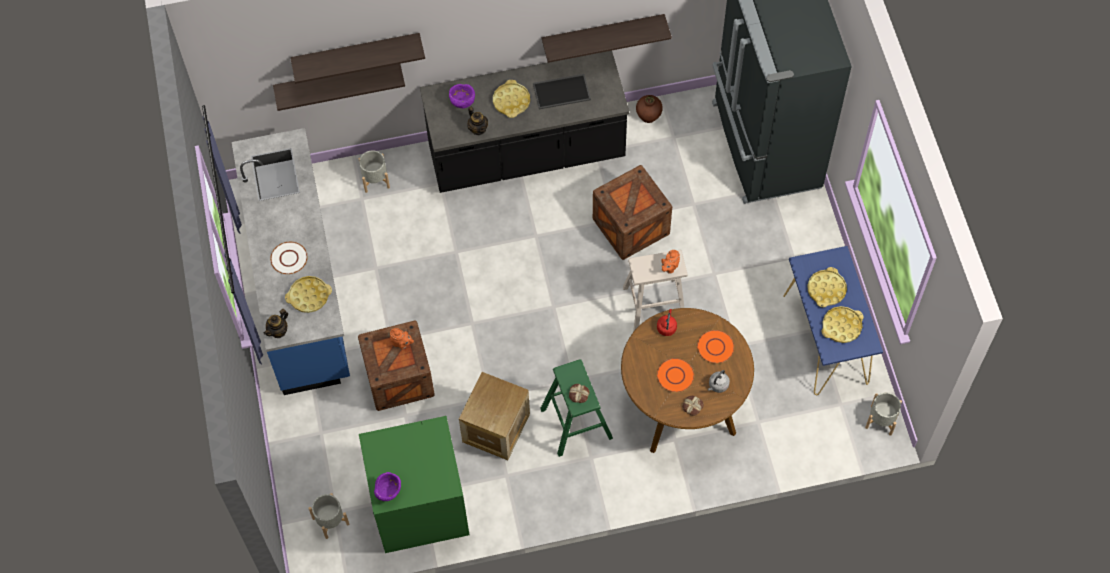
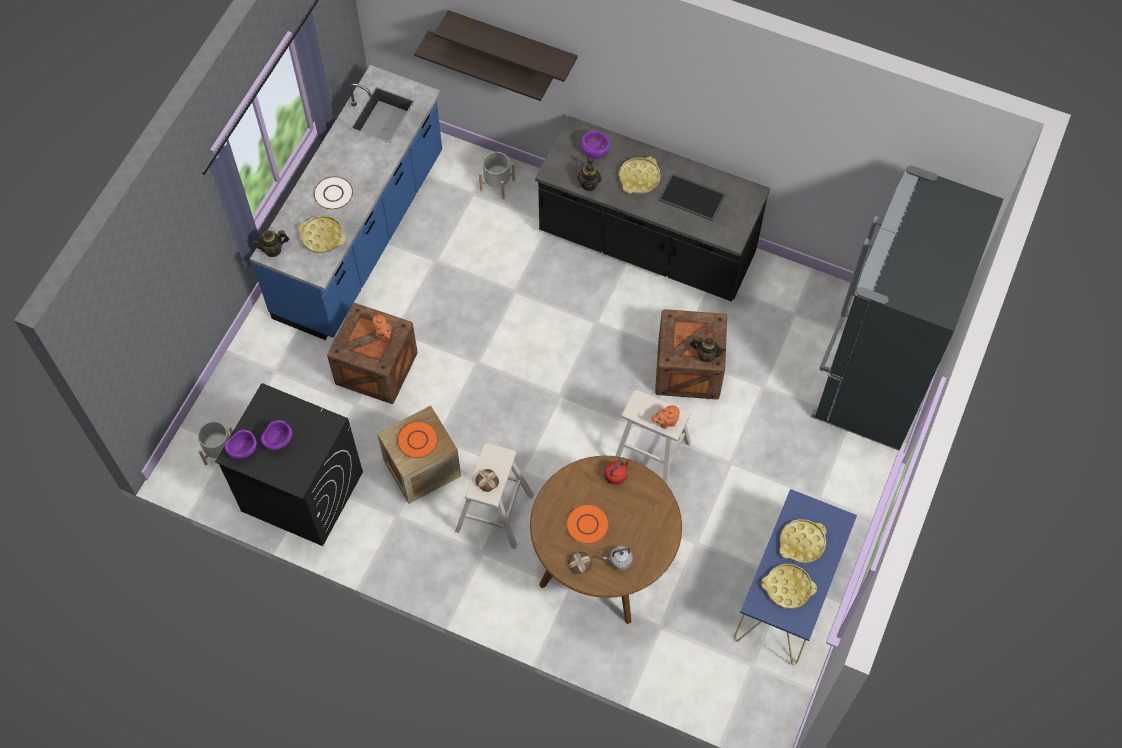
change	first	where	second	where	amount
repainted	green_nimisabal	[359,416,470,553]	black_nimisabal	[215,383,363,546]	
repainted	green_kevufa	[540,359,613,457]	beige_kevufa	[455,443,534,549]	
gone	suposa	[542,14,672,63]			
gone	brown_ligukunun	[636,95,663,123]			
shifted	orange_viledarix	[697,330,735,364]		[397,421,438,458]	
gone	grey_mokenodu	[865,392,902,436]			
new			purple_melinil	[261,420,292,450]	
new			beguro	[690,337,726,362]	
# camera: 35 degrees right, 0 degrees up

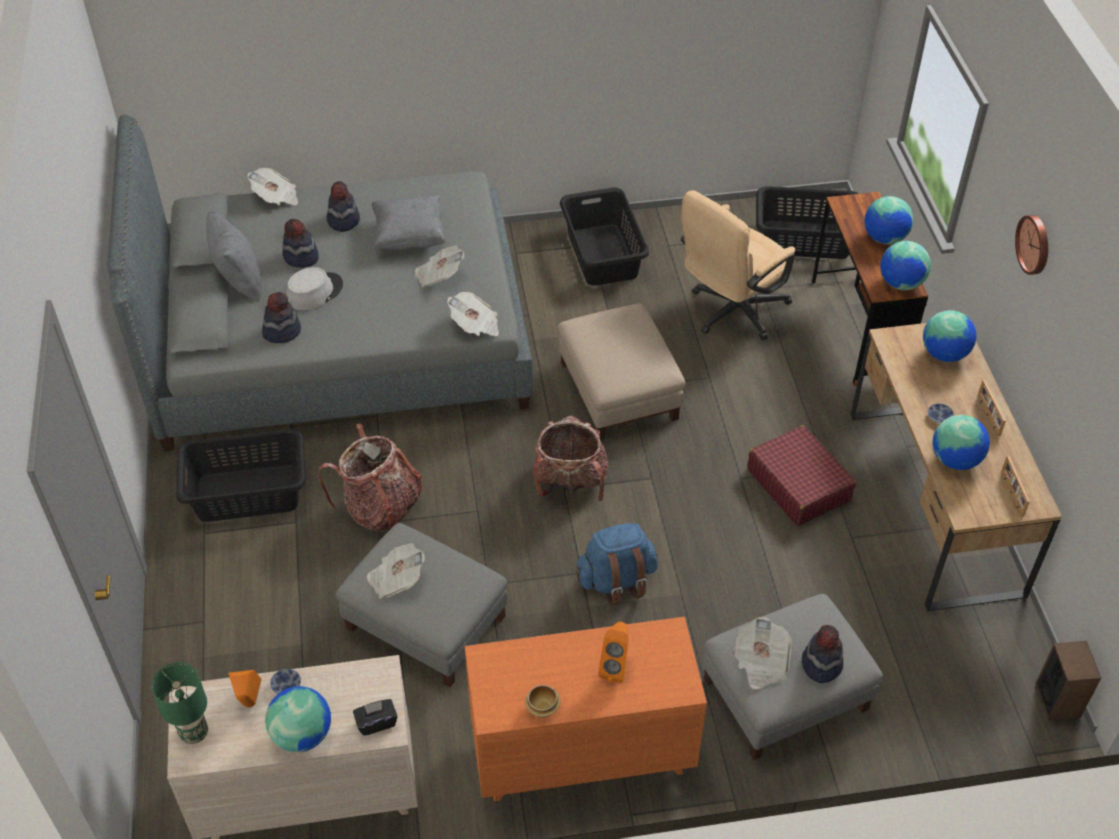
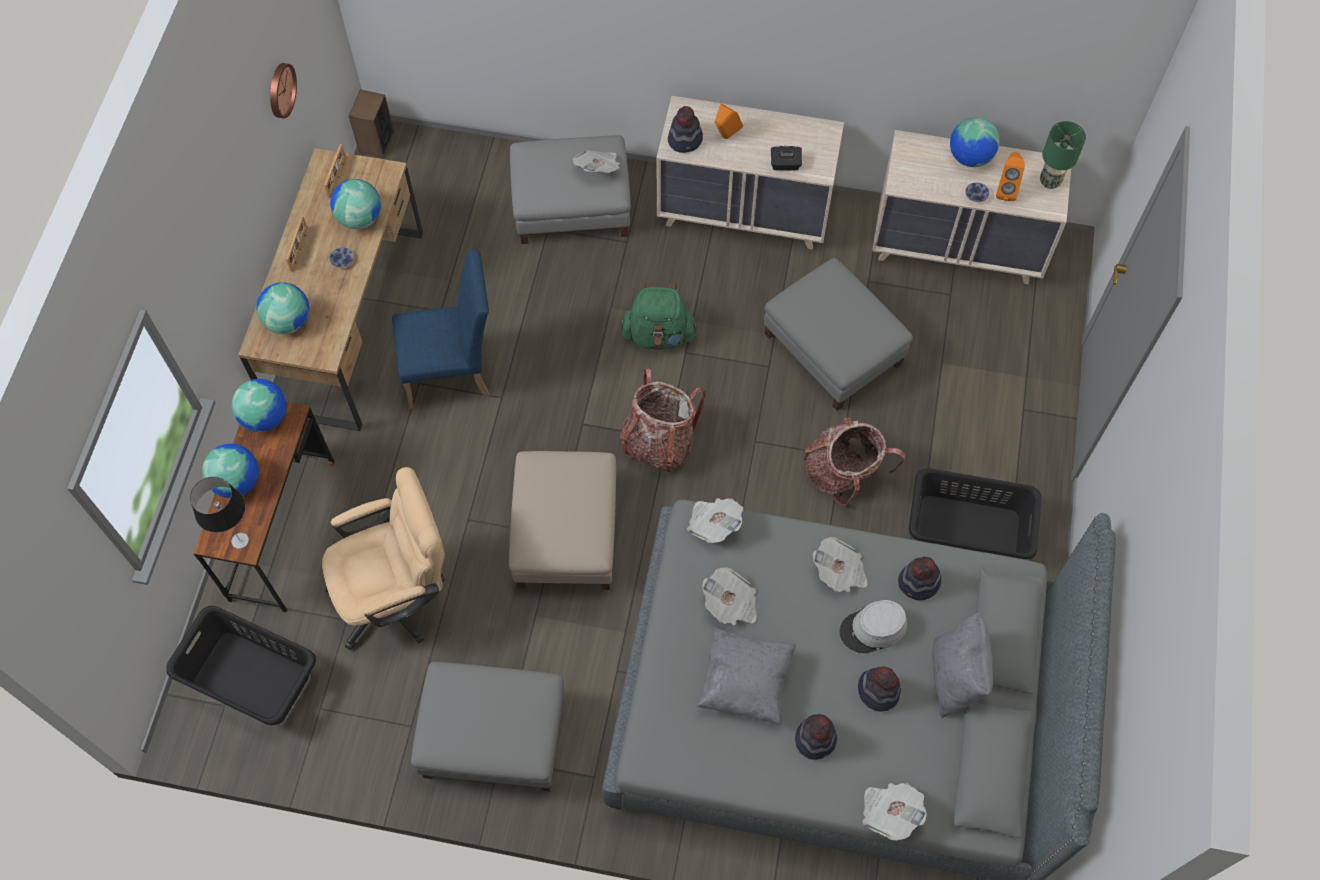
change	first	where	second	where	amount
shifted	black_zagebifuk	[353,699,398,736]		[771,146,802,171]	
shifted	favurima	[367,543,425,599]		[813,537,868,593]	
repainted	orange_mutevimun	[465,617,707,802]	beige_mutevimun	[656,96,844,250]	
gone	melinil	[525,685,561,718]			
swapped	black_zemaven	[560,188,649,286]	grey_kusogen	[411,662,564,791]	
repainted	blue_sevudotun	[575,523,658,606]	green_sevudotun	[621,282,698,350]	
swapped	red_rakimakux	[747,425,856,526]	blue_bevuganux	[392,250,489,409]	
shifted	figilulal	[802,625,843,683]		[668,106,703,153]	
shifted	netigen	[1015,215,1048,275]		[270,63,297,119]	
new			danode	[190,477,249,549]	
# camera: 160 degrees left, 15 degrees up

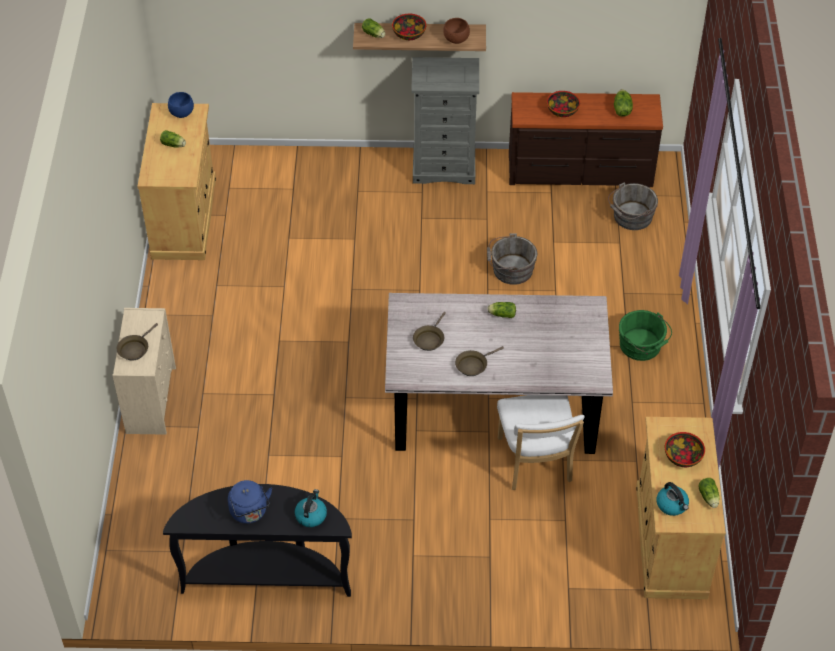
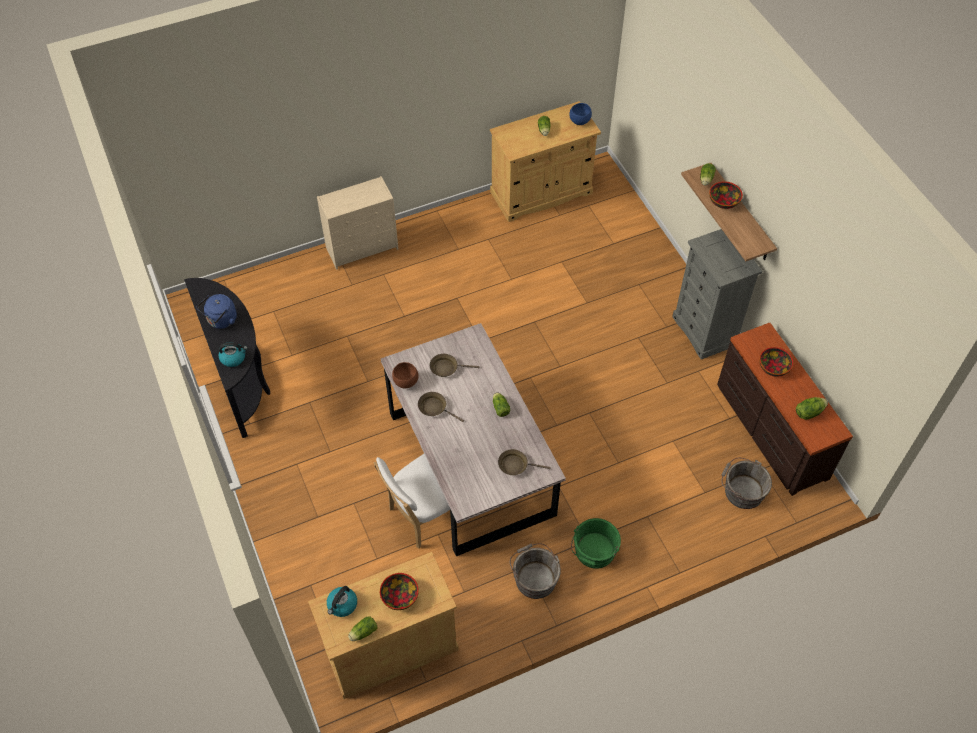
change	first	where	second	where	amount
shifted	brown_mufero	[117,323,158,360]		[498,449,550,475]	
shifted	brown_melinil	[443,18,470,44]		[392,362,418,388]	
shifted	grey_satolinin	[487,233,537,285]		[510,543,561,599]	
# camera: 65 degrees right, 5 degrees up

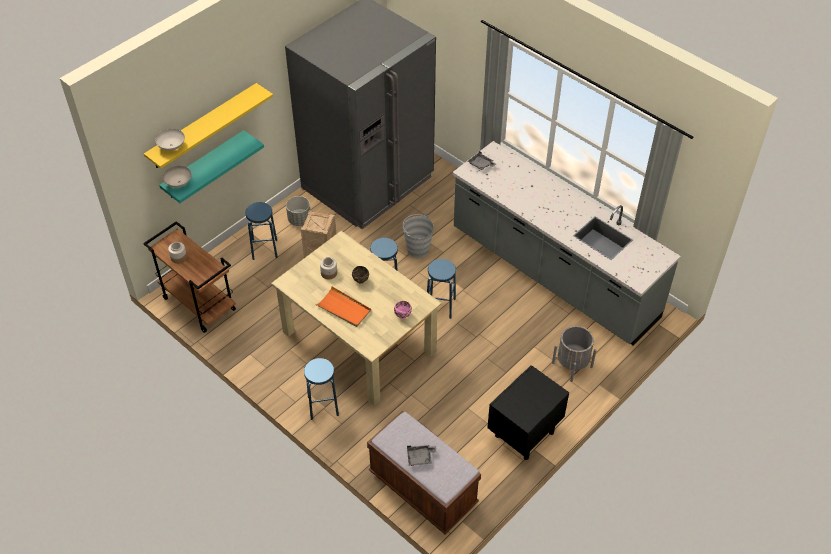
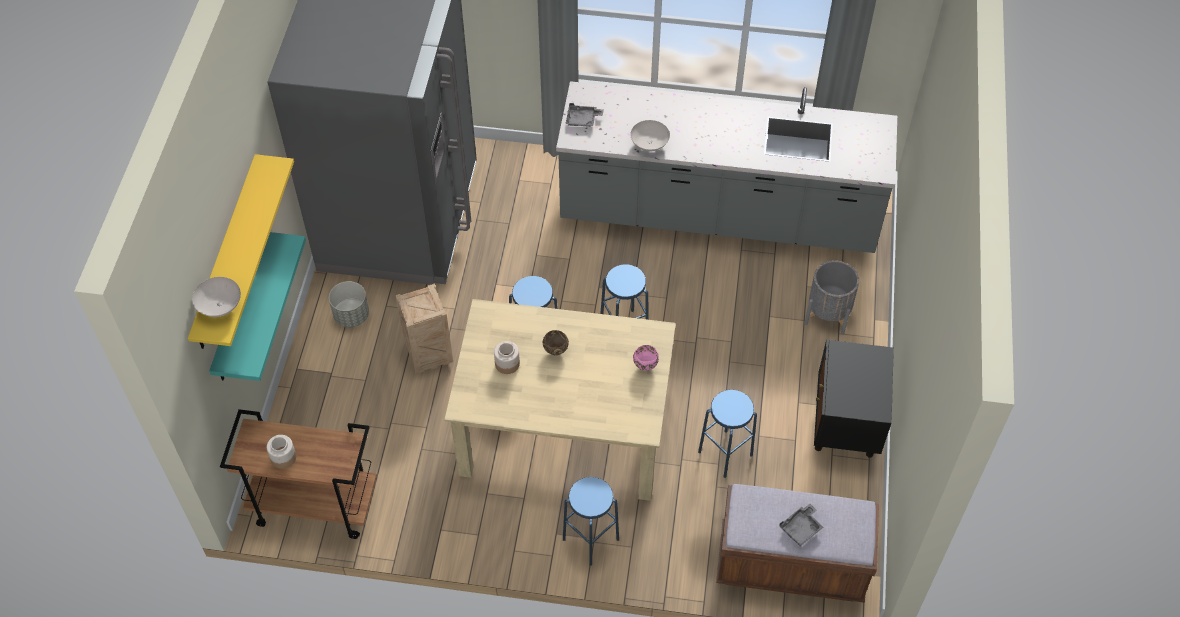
change	first	where	second	where	amount
shifted	white_melinil	[163,166,191,188]		[630,120,670,152]	
shifted	blue_kevufa	[245,202,278,260]		[698,390,757,478]	
gone	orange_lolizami	[315,286,371,327]			
gone	grey_satolinin	[403,214,434,258]			
# camera: 35 degrees left, 5 degrees up

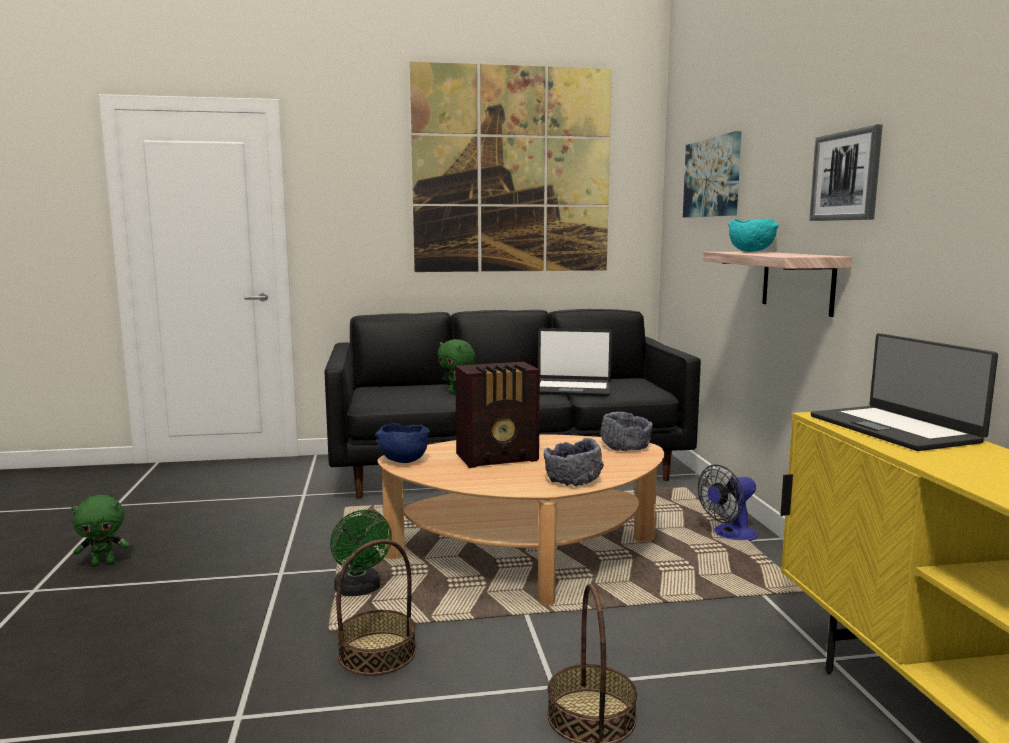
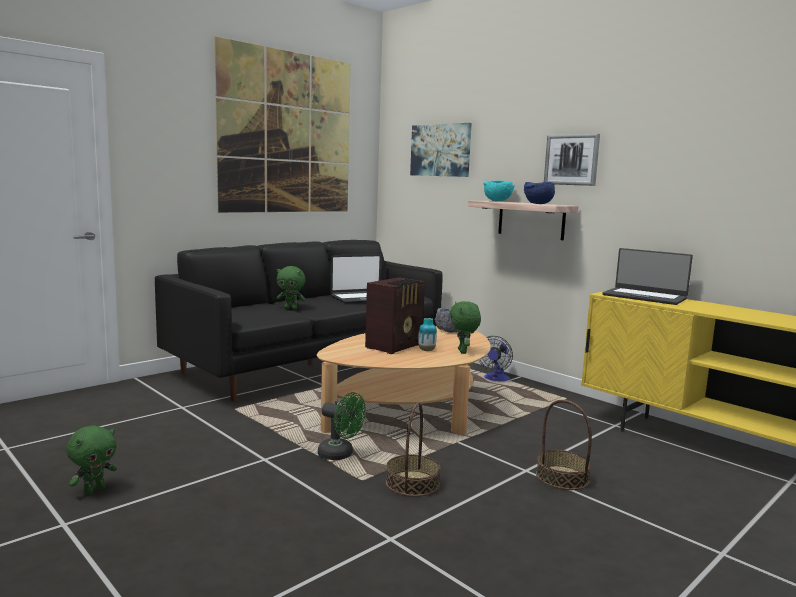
change	first	where	second	where	amount
shifted	blue_melinil	[375,423,429,463]		[524,182,555,204]	
swapped	grey_melinil	[544,438,604,487]	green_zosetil	[450,301,481,354]	
new			ligukunun	[418,318,437,351]	
# camera: 35 degrees left, 0 degrees up

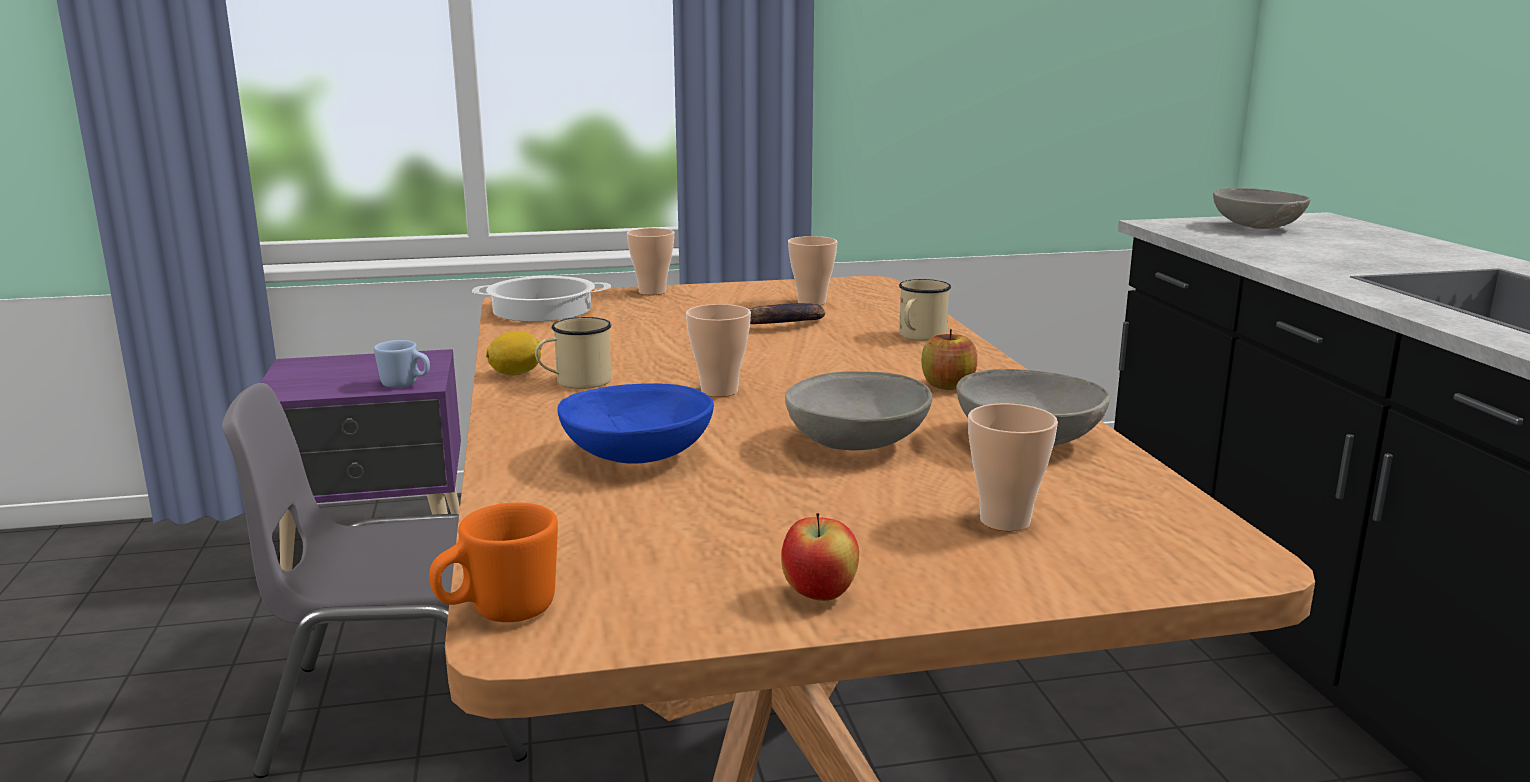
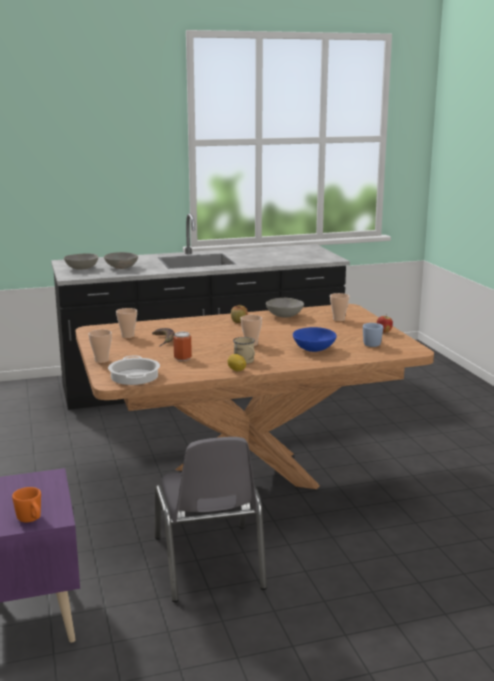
change	first	where	second	where	amount
shifted	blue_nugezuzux	[374,340,430,388]		[363,323,383,347]	
shifted	orange_nugezuzux	[429,503,558,622]		[12,487,41,523]	
shifted	grey_melinil	[785,371,933,450]		[104,252,138,269]	
gone	beige_nugezuzux	[899,279,951,341]			
new			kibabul	[173,332,192,361]	
# camera: 95 degrees left, 0 degrees up

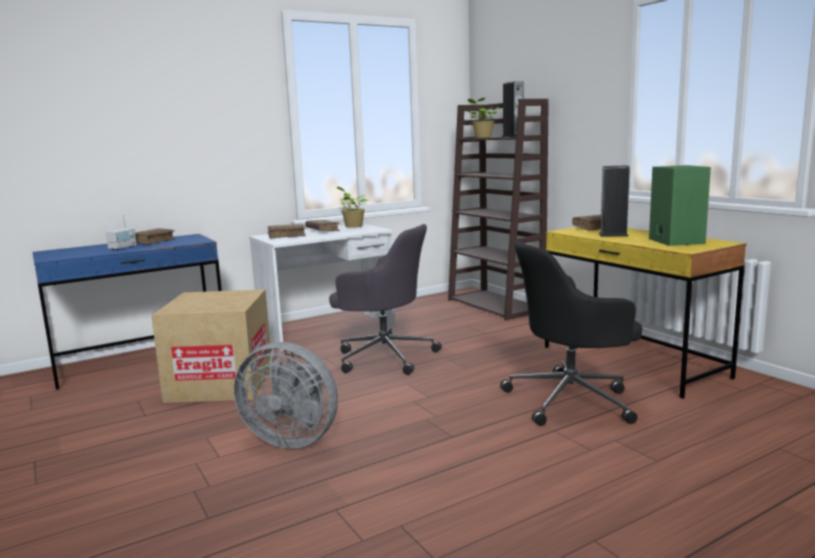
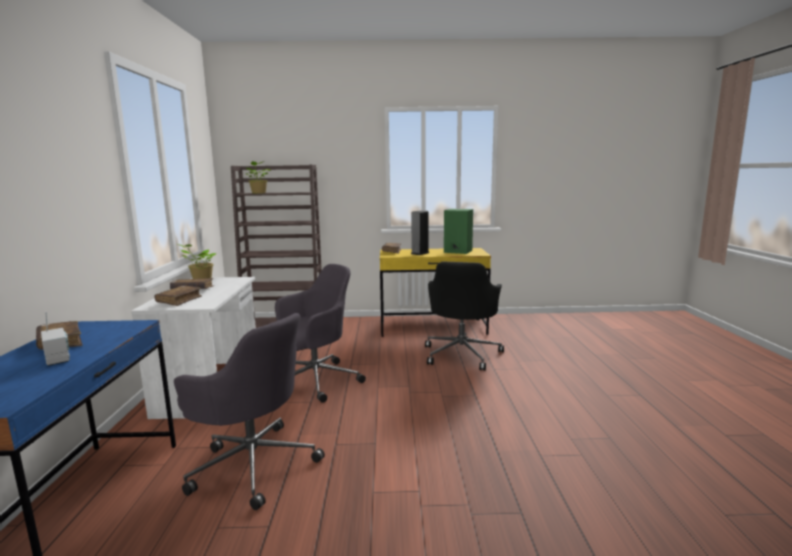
change	first	where	second	where	amount
swapped	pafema	[151,289,271,403]	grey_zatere	[174,313,325,510]	
gone	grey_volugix	[234,342,338,448]			
gone	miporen	[502,81,525,137]			
# camera: 60 degrees left, 0 degrees up

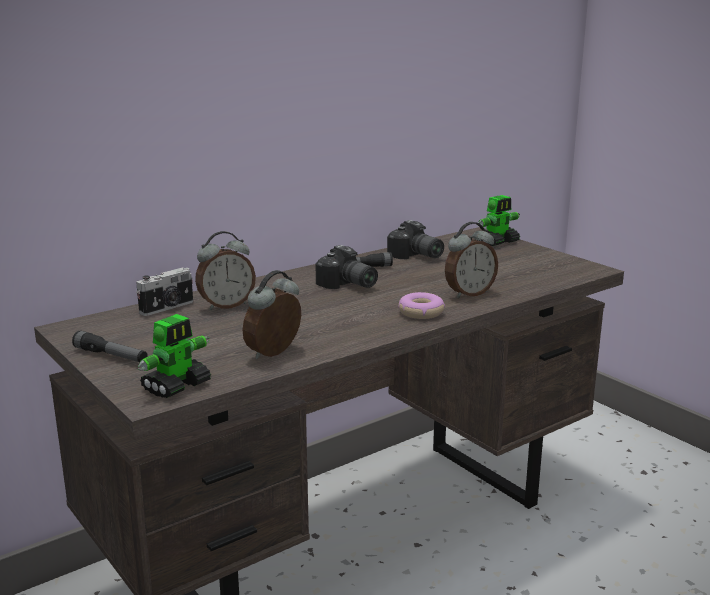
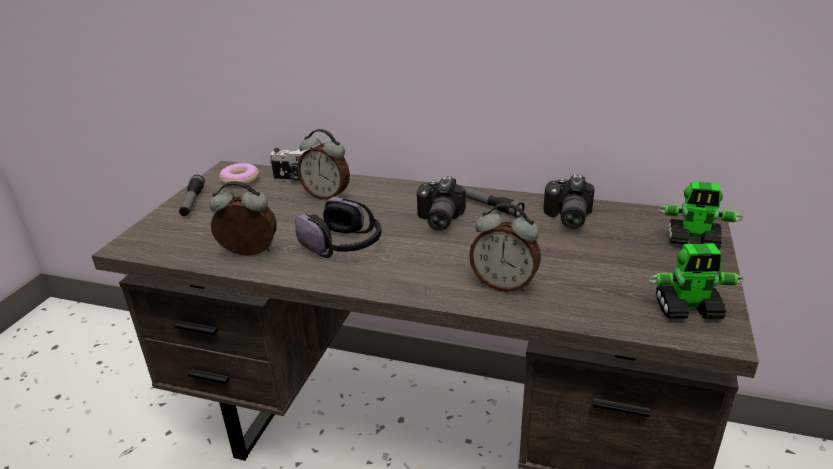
change	first	where	second	where	amount
shifted	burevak	[138,314,211,398]		[648,243,744,319]	
shifted	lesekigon	[398,292,445,319]		[219,163,259,187]	
new			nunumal	[295,197,381,258]	
# camera: 55 degrees right, 10 degrees up

